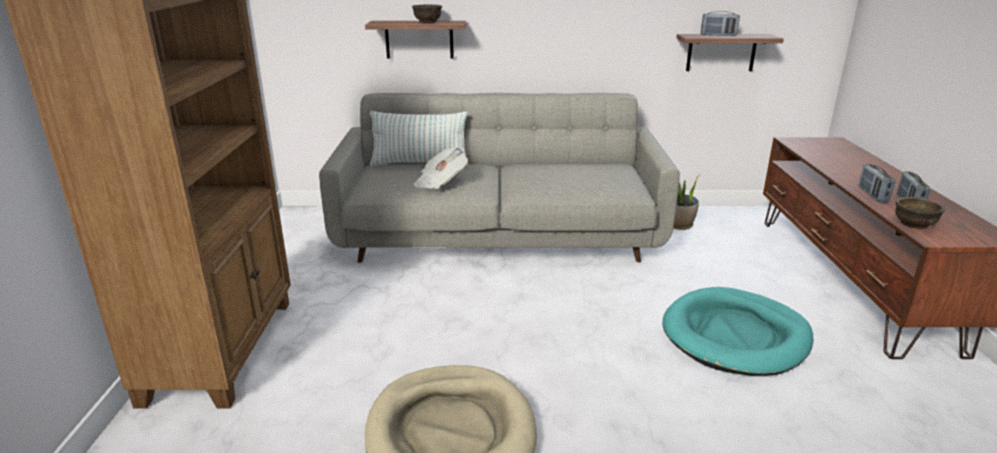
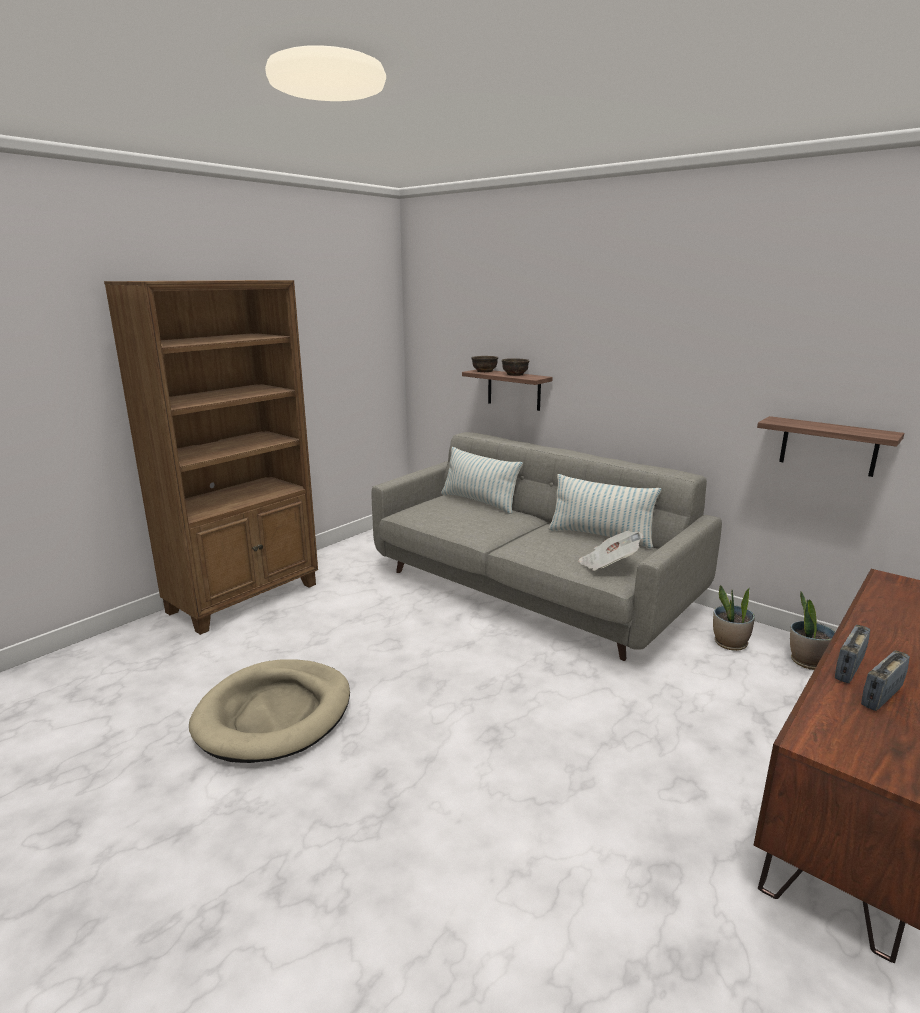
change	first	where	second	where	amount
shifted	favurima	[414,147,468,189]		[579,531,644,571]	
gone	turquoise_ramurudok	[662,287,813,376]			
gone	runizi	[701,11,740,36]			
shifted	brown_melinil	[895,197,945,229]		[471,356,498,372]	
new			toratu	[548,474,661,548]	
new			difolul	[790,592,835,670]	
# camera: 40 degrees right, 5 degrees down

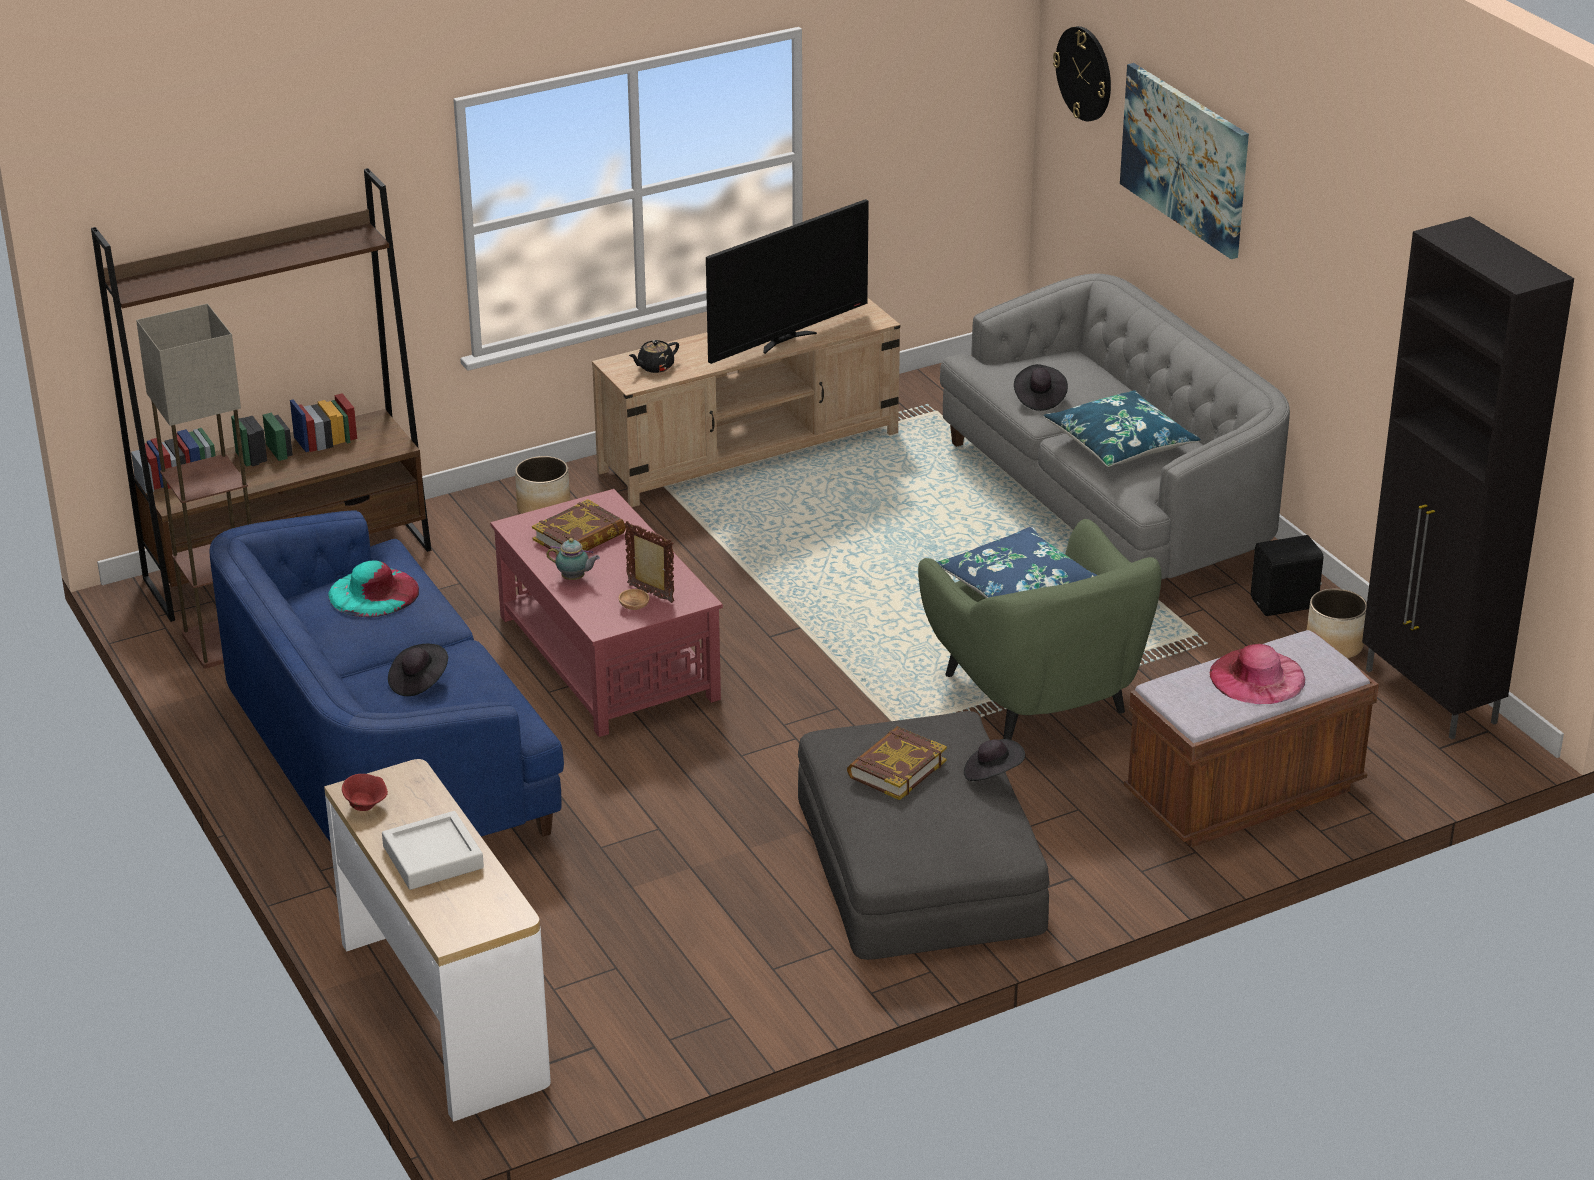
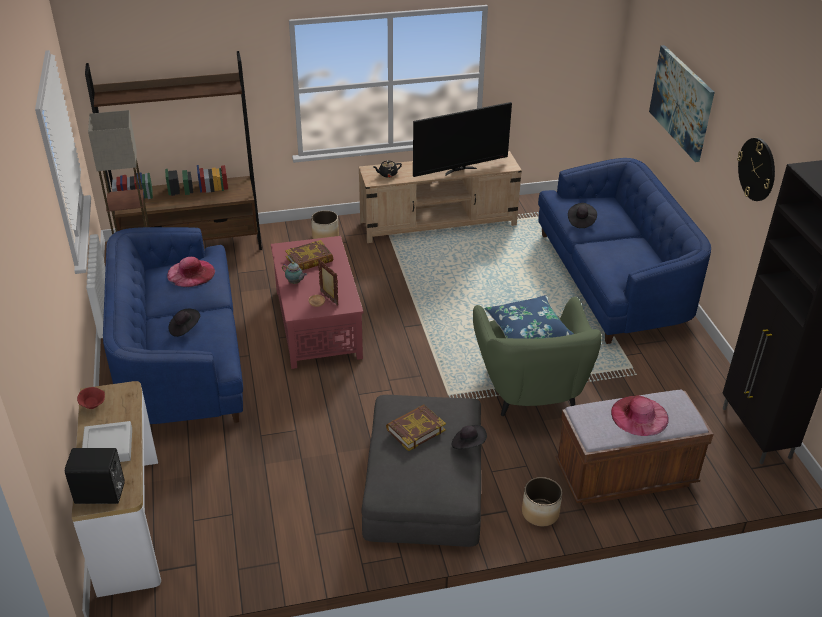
change	first	where	second	where	amount
repainted	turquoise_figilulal	[328,561,419,617]	pink_figilulal	[167,257,215,287]	
repainted	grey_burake	[940,274,1290,580]	blue_burake	[538,158,711,344]	
gone	blue_toratu	[1043,391,1201,467]			
shifted	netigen	[1053,26,1111,121]		[737,138,775,201]	
shifted	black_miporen	[1251,535,1324,616]		[65,448,125,504]	
shifted	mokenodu	[1307,589,1367,659]		[522,477,562,526]	
# camera: 15 degrees right, 5 degrees up

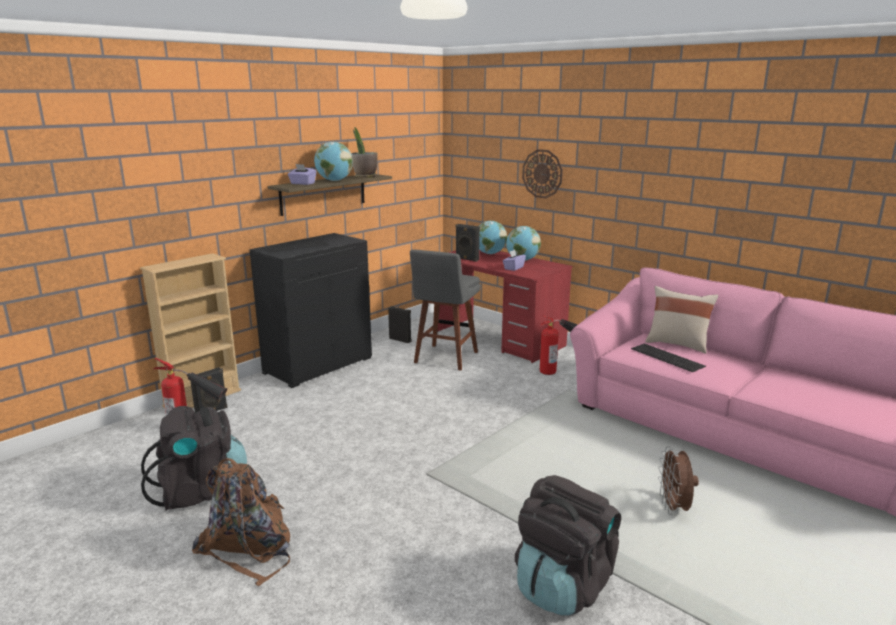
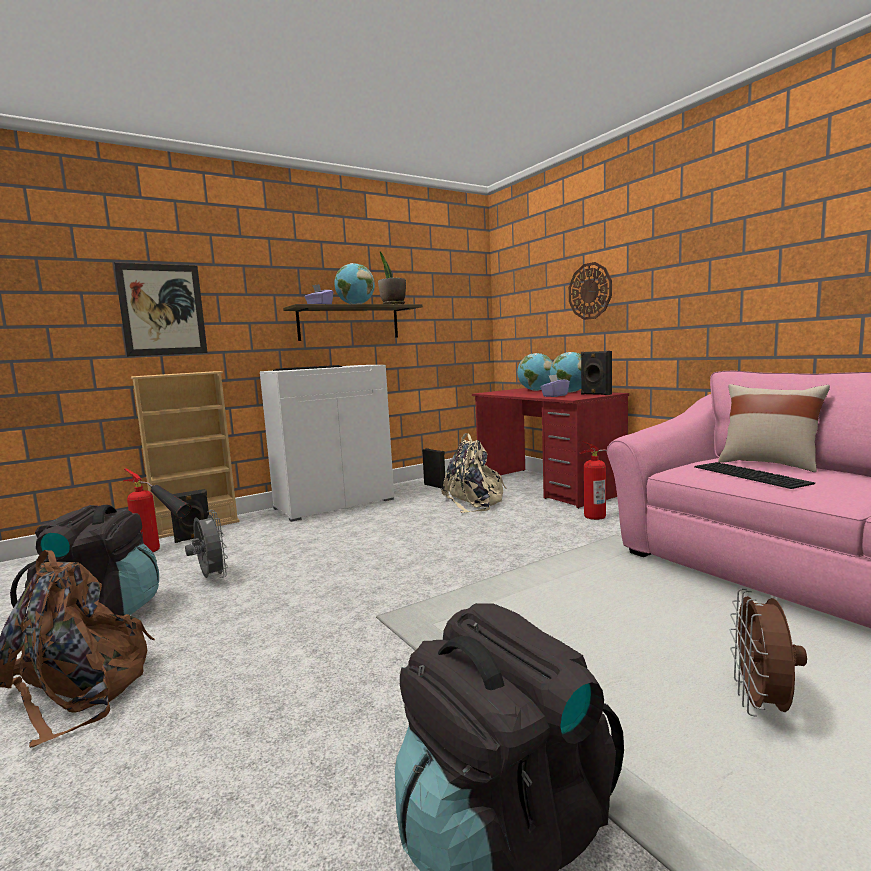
change	first	where	second	where	amount
repainted	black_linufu	[249,233,372,388]	white_linufu	[260,365,394,522]	
swapped	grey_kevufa	[410,249,481,371]	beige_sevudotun	[441,433,507,513]	
shifted	black_miporen	[456,224,480,262]		[581,351,612,395]	
new			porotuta	[114,262,208,356]	
new			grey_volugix	[185,510,228,578]	
# camera: 15 degrees right, 10 degrees down

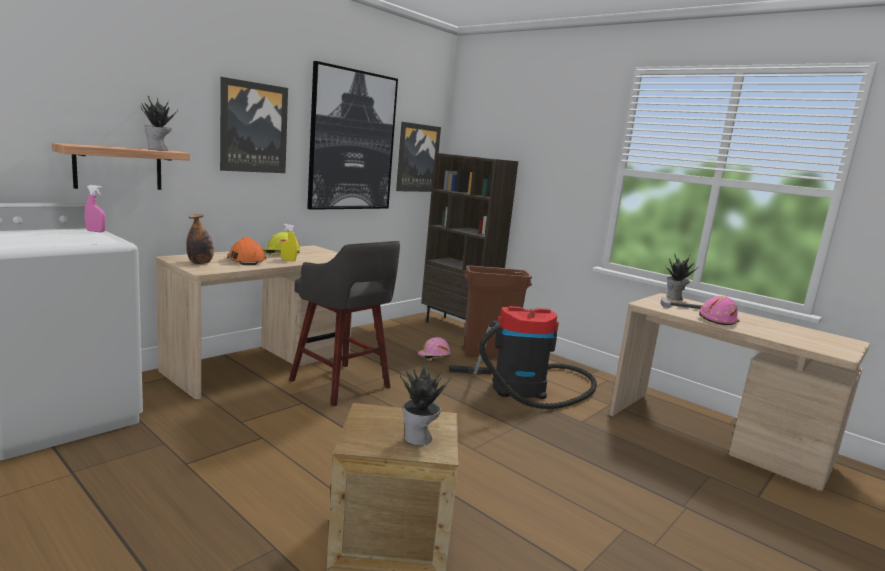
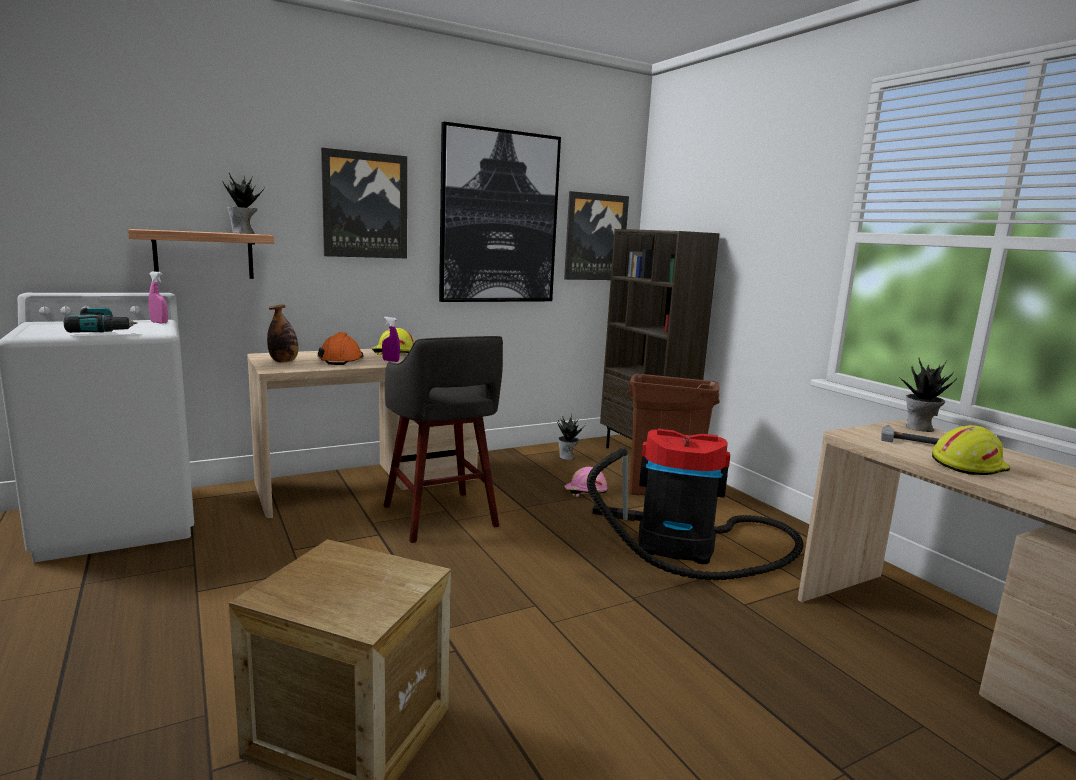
change	first	where	second	where	amount
repainted	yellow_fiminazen	[281,224,297,261]	purple_fiminazen	[382,317,400,362]	
shifted	difolul	[399,361,451,446]		[557,413,586,460]	
repainted	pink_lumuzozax	[699,296,740,325]	yellow_lumuzozax	[932,425,1010,475]	
new			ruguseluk	[64,307,137,333]	
# camera: 20 degrees right, 0 degrees up

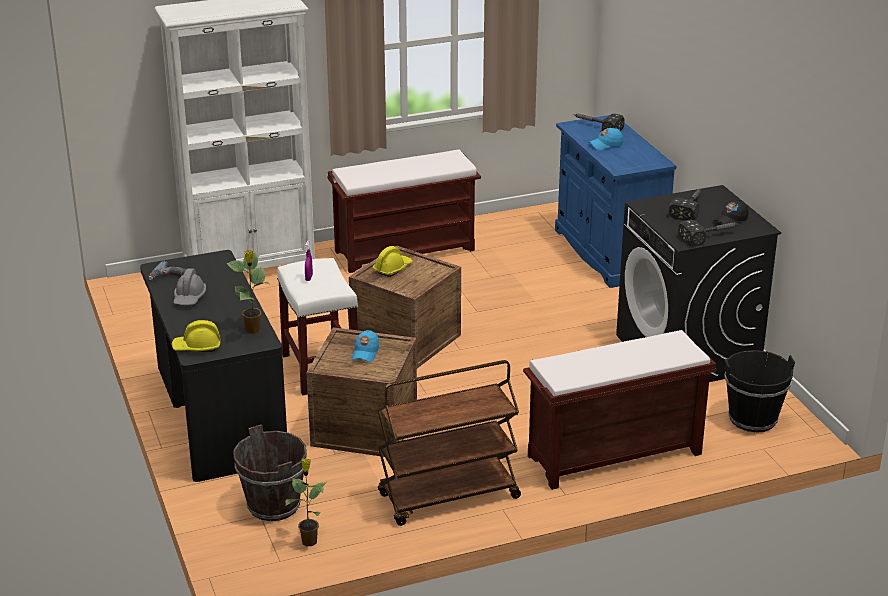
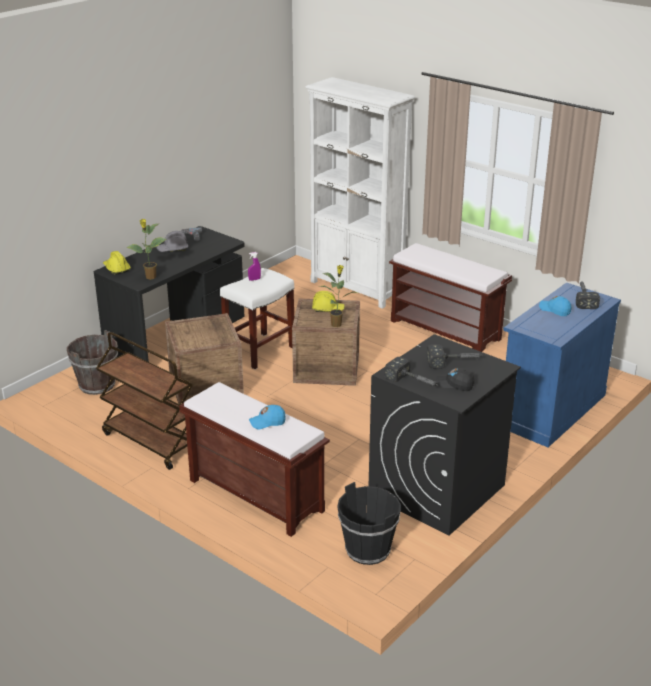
change	first	where	second	where	amount
shifted	difolul	[285,458,327,546]		[318,265,357,327]	
shifted	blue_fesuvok	[351,330,379,362]		[249,405,286,430]	
# camera: 60 degrees right, 0 degrees up

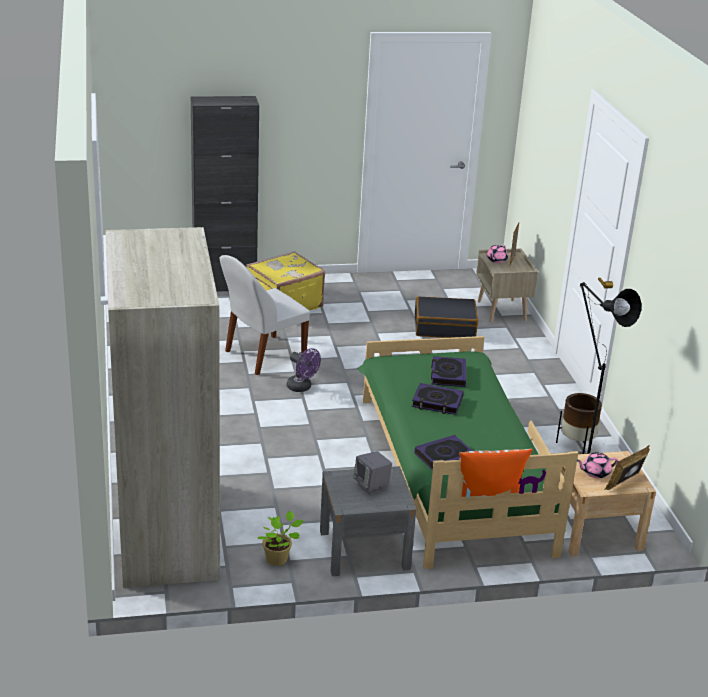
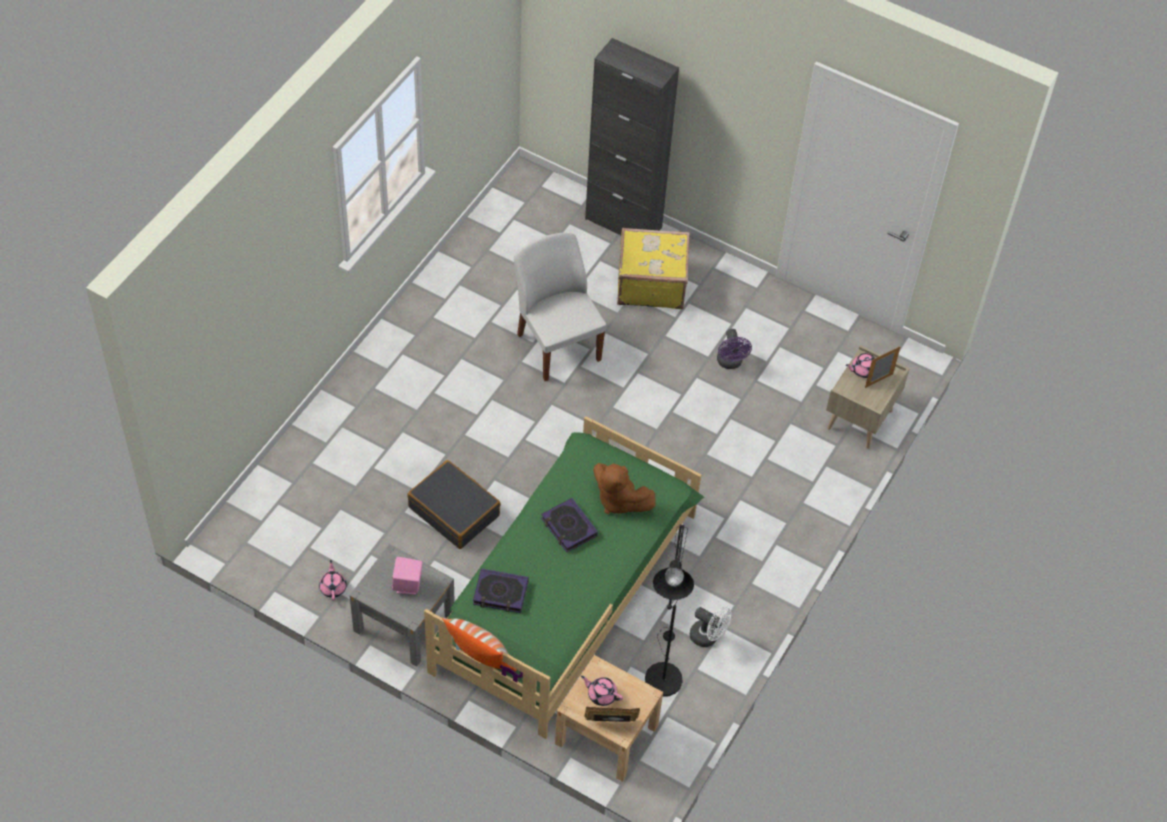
change	first	where	second	where	amount
gone	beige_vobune	[105,227,220,588]			
rotated	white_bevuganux	[220,255,310,375]		[514,233,606,381]	60 degrees clockwise
swapped	difolul	[257,511,304,566]	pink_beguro	[319,560,347,601]	
shifted	purple_volugix	[287,348,321,392]		[717,329,752,369]	
repainted	grey_miporen	[353,451,392,495]	pink_miporen	[392,557,422,595]	
shifted	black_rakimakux	[415,297,478,338]		[407,460,501,549]	
swapped	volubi	[431,356,466,387]	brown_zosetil	[593,463,656,514]	
swapped	brown_mokenodu	[556,393,602,454]	white_volugix	[690,606,731,647]	
# camera: 40 degrees right, 25 degrees up

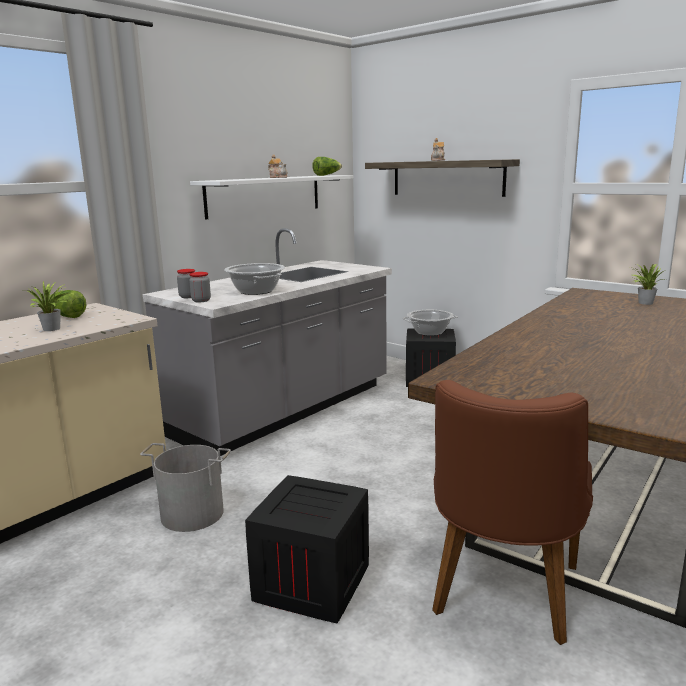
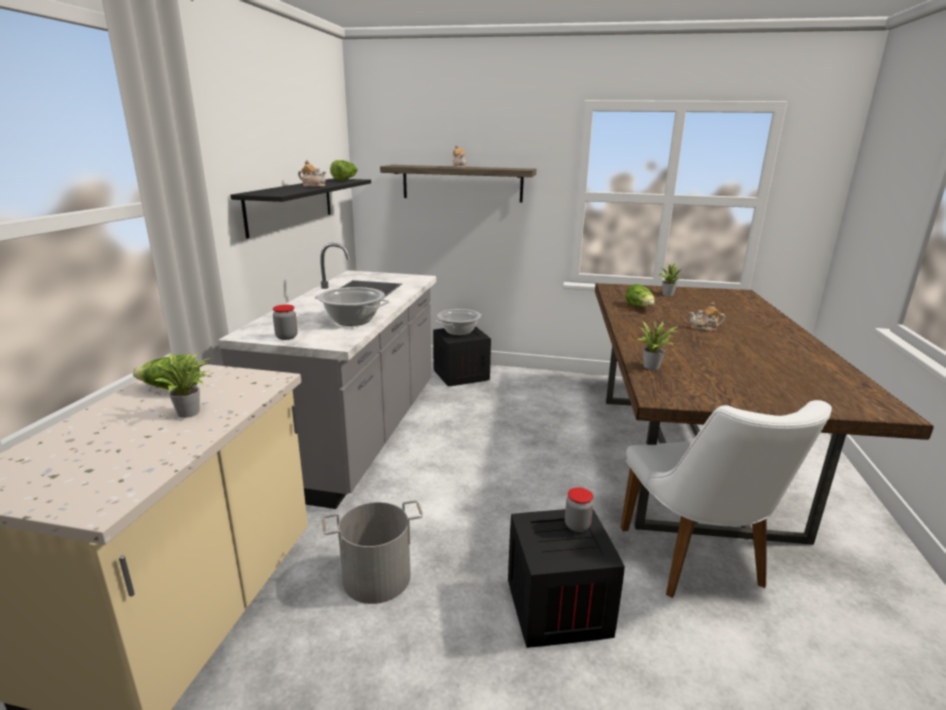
change	first	where	second	where	amount
shifted	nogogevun	[189,272,211,302]		[565,488,593,532]	
repainted	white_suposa	[190,175,354,220]	black_suposa	[230,178,371,239]	
repainted	brown_bevuganux	[432,380,593,645]	white_bevuganux	[621,400,832,598]	
new			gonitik	[625,284,655,307]	
new			difolul	[637,321,679,370]	
new			beguro	[689,302,725,331]	
# camera: 30 degrees left, 5 degrees up

